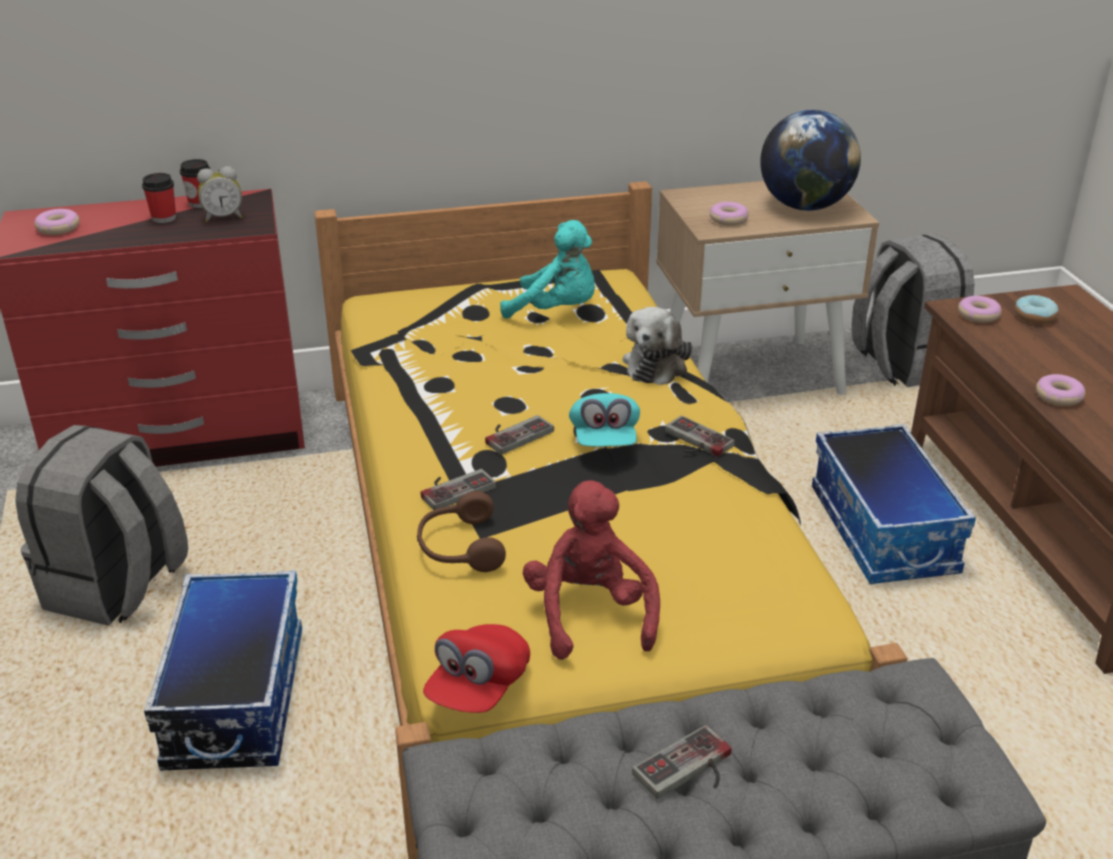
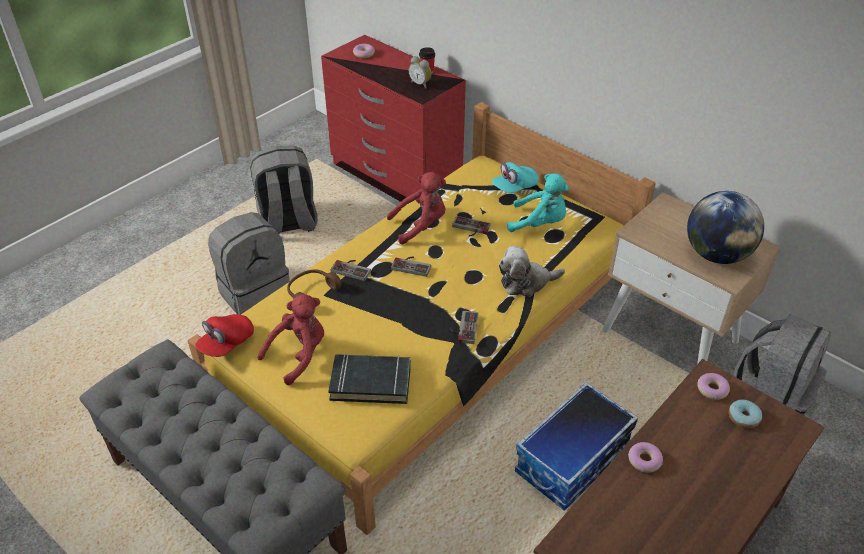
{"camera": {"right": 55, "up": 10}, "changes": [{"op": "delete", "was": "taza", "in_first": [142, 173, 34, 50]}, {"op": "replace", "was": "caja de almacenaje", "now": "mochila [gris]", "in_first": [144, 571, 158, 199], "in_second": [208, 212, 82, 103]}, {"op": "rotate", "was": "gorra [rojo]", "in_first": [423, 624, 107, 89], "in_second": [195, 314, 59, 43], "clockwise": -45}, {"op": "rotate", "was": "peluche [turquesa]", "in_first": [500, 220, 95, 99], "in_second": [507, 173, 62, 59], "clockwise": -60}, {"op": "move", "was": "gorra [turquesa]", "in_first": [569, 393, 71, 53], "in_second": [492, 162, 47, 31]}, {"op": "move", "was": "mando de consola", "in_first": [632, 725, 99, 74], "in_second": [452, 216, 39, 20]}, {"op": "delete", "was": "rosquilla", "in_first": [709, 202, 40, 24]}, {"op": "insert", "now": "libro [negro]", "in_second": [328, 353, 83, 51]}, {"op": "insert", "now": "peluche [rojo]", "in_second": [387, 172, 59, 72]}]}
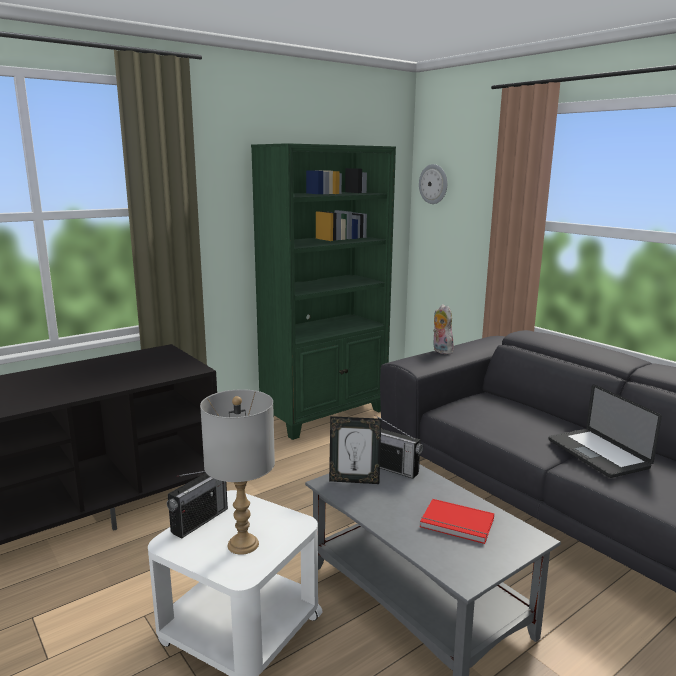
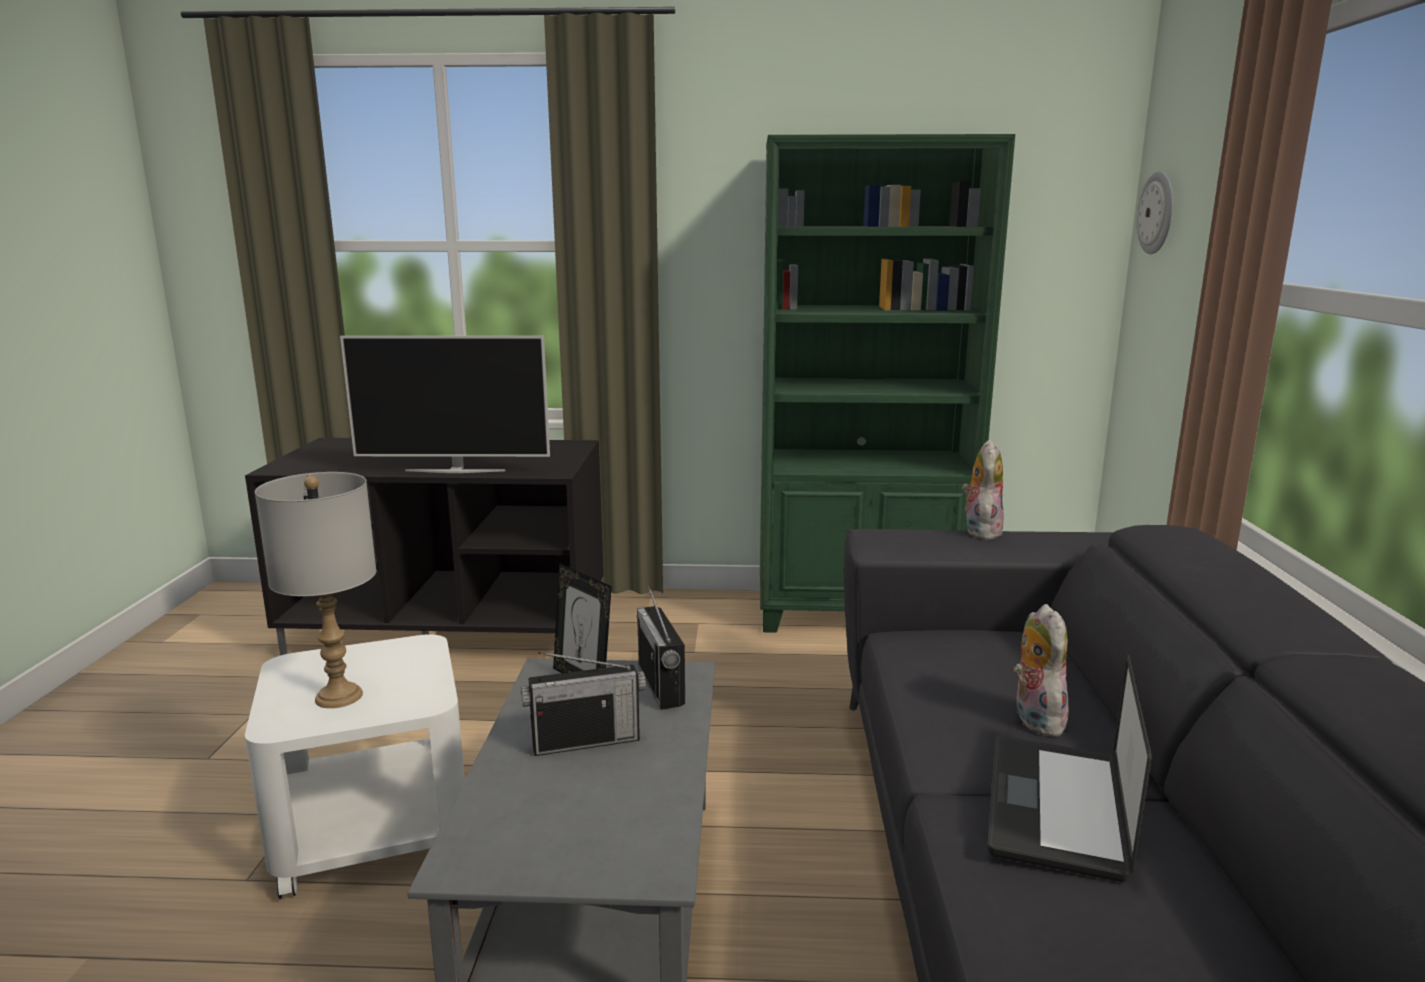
{"camera": {"right": 40, "up": 0}, "changes": [{"op": "move", "was": "radio", "in_first": [167, 471, 61, 68], "in_second": [521, 652, 125, 104]}, {"op": "delete", "was": "libro [rojo]", "in_first": [420, 499, 74, 45]}, {"op": "insert", "now": "televisor", "in_second": [340, 336, 210, 137]}, {"op": "insert", "now": "peluche", "in_second": [1014, 604, 55, 133]}]}
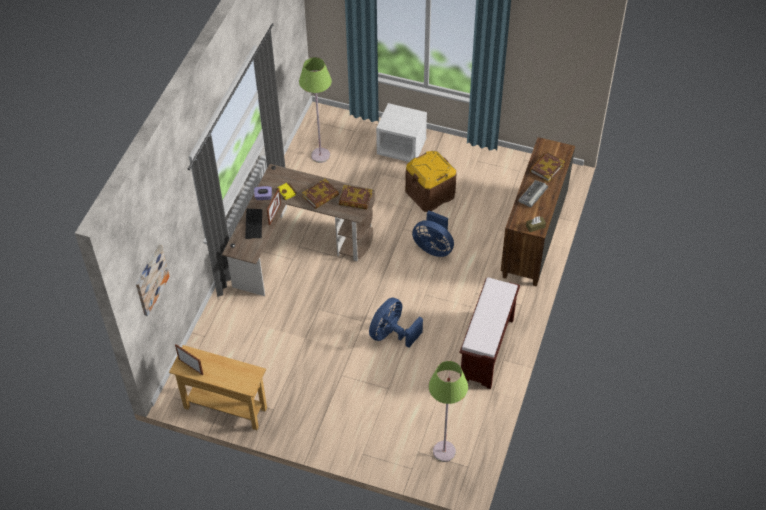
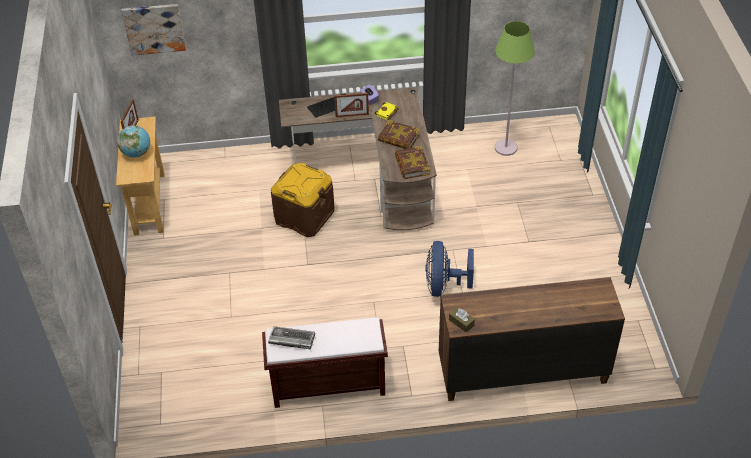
{"camera": {"right": 65, "up": -5}, "changes": [{"op": "delete", "was": "ventilador [azul]", "in_first": [369, 298, 54, 50]}, {"op": "delete", "was": "mesita de noche [blanco]", "in_first": [376, 103, 51, 59]}, {"op": "move", "was": "caja de almacenaje [marrón]", "in_first": [405, 151, 52, 61], "in_second": [271, 163, 64, 74]}, {"op": "delete", "was": "lámpara de pie [verde]", "in_first": [428, 361, 40, 101]}, {"op": "move", "was": "teclado", "in_first": [518, 180, 30, 27], "in_second": [268, 326, 47, 23]}, {"op": "delete", "was": "libro", "in_first": [529, 152, 36, 31]}, {"op": "insert", "now": "globo terráqueo", "in_second": [117, 125, 33, 33]}]}
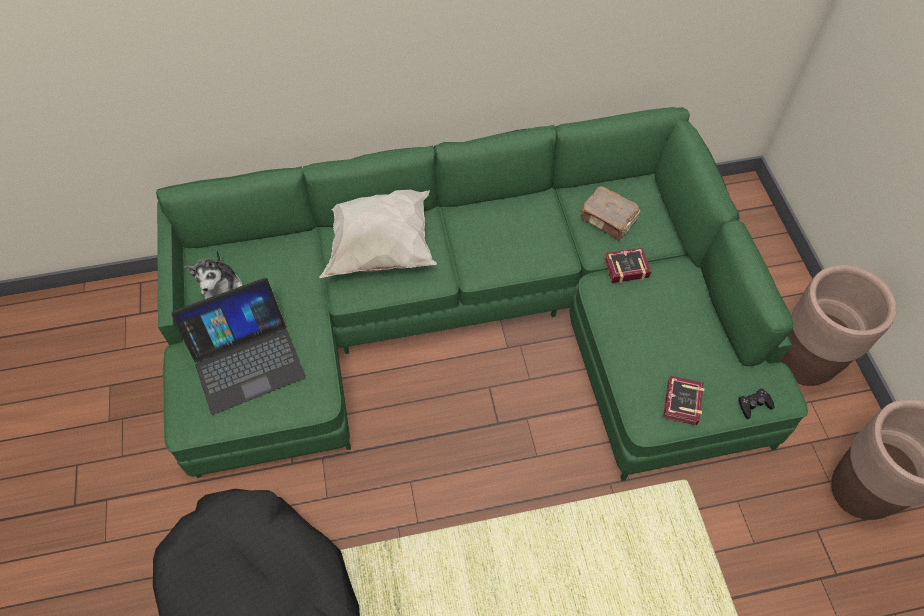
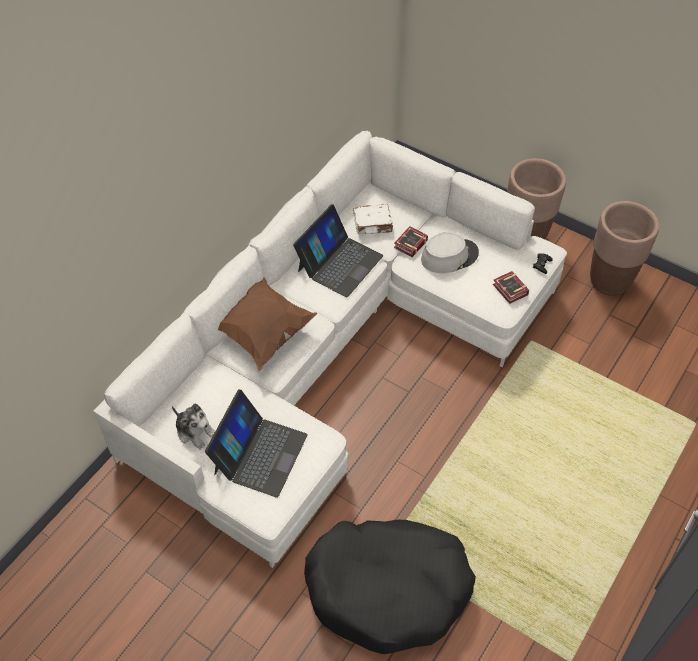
{"camera": {"right": -45, "up": -5}, "changes": [{"op": "recolor", "was": "sofá [verde]", "now": "sofá [blanco]", "in_first": [156, 107, 652, 374], "in_second": [93, 131, 474, 437]}, {"op": "recolor", "was": "cojín [blanco]", "now": "cojín [marrón]", "in_first": [320, 190, 117, 88], "in_second": [218, 278, 100, 93]}, {"op": "recolor", "was": "libro [marrón]", "now": "libro [blanco]", "in_first": [580, 186, 60, 55], "in_second": [353, 204, 41, 31]}, {"op": "insert", "now": "portátil", "in_second": [293, 204, 90, 93]}, {"op": "insert", "now": "sombrero [gris]", "in_second": [421, 232, 58, 41]}]}
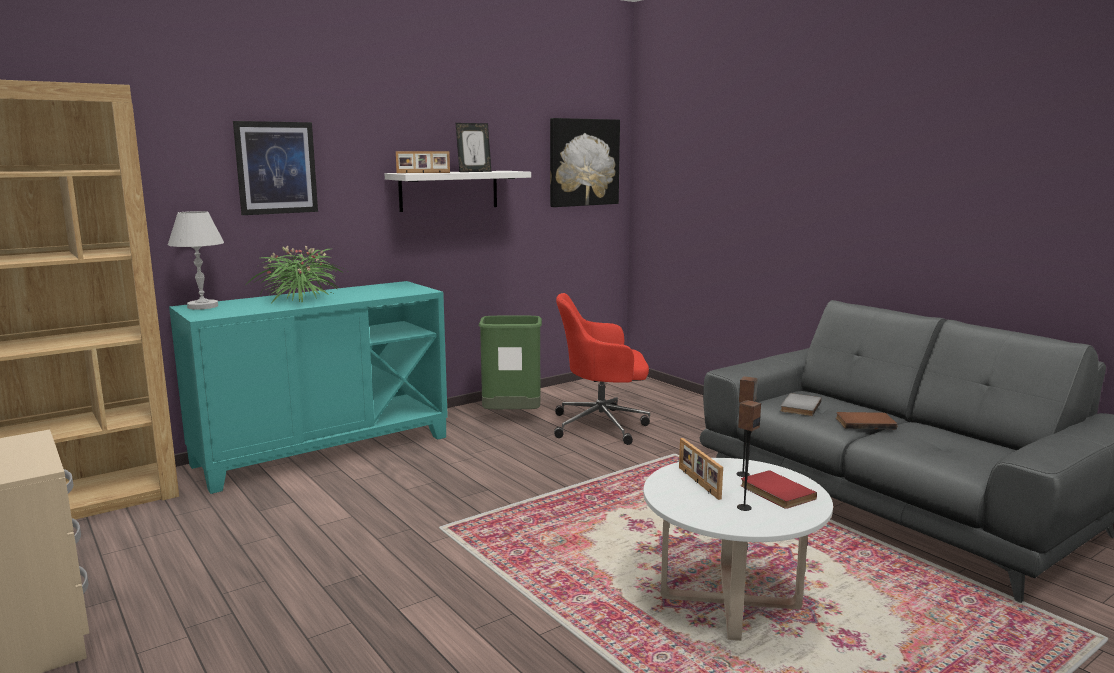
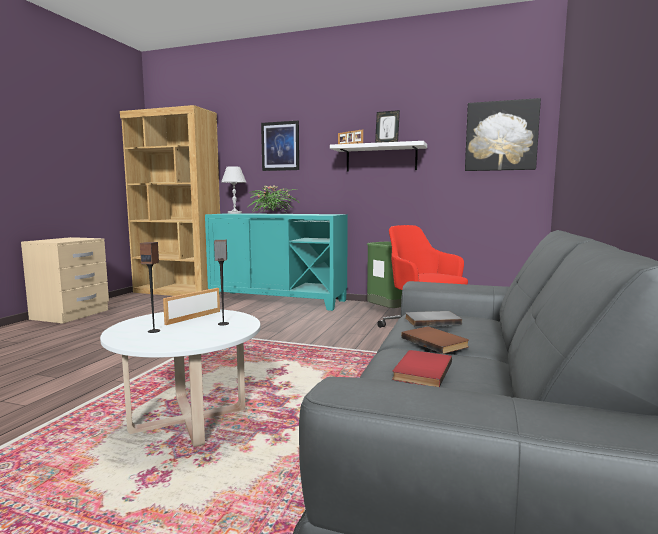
{"camera": {"right": 55, "up": -5}, "changes": [{"op": "move", "was": "libro [rojo]", "in_first": [741, 470, 76, 39], "in_second": [392, 350, 60, 37]}]}
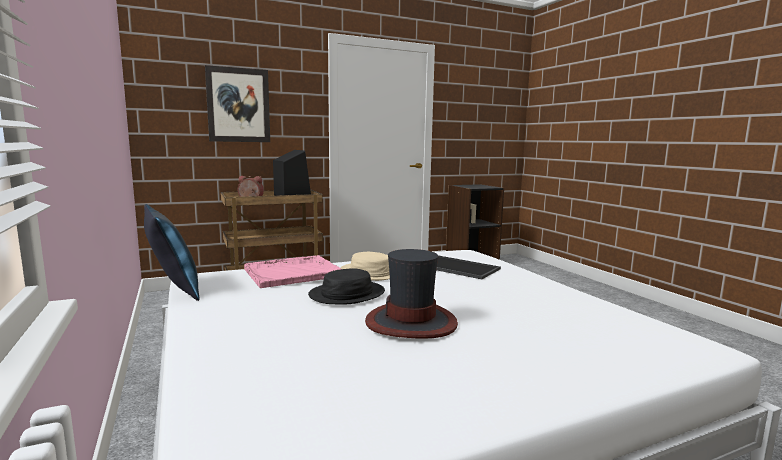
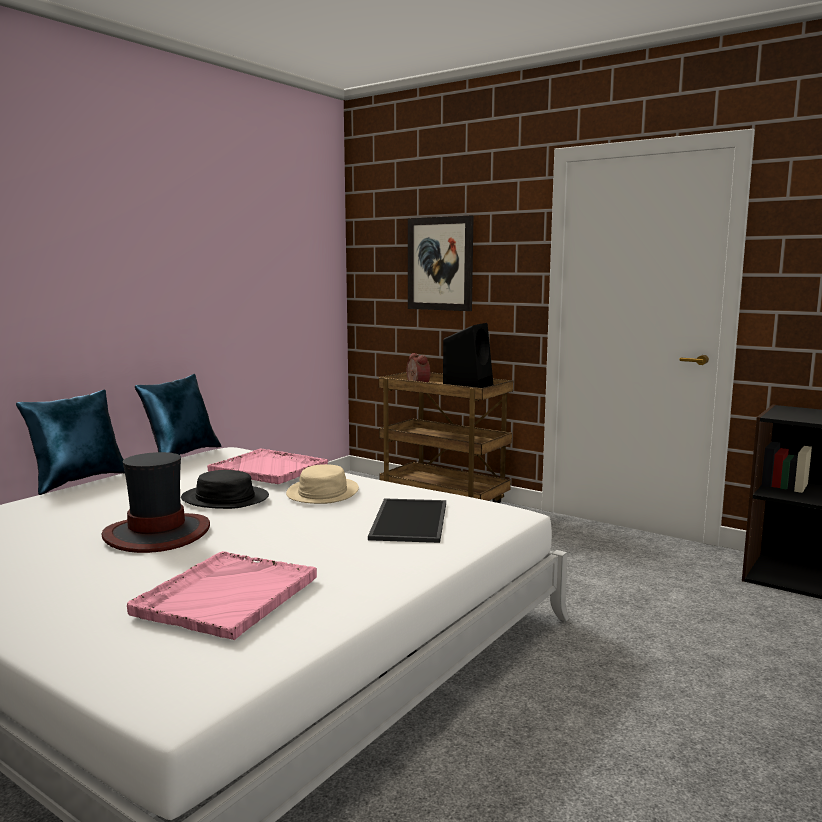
{"camera": {"right": 60, "up": 0}, "changes": [{"op": "insert", "now": "cojín [azul]", "in_second": [16, 390, 109, 105]}, {"op": "insert", "now": "bandeja [rosa]", "in_second": [127, 551, 190, 89]}]}
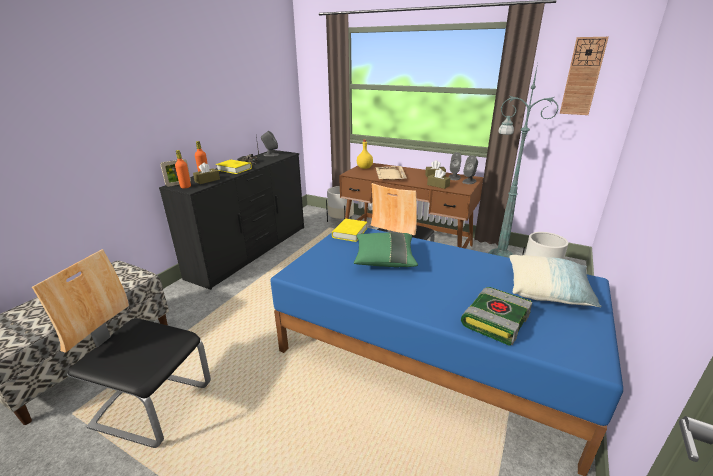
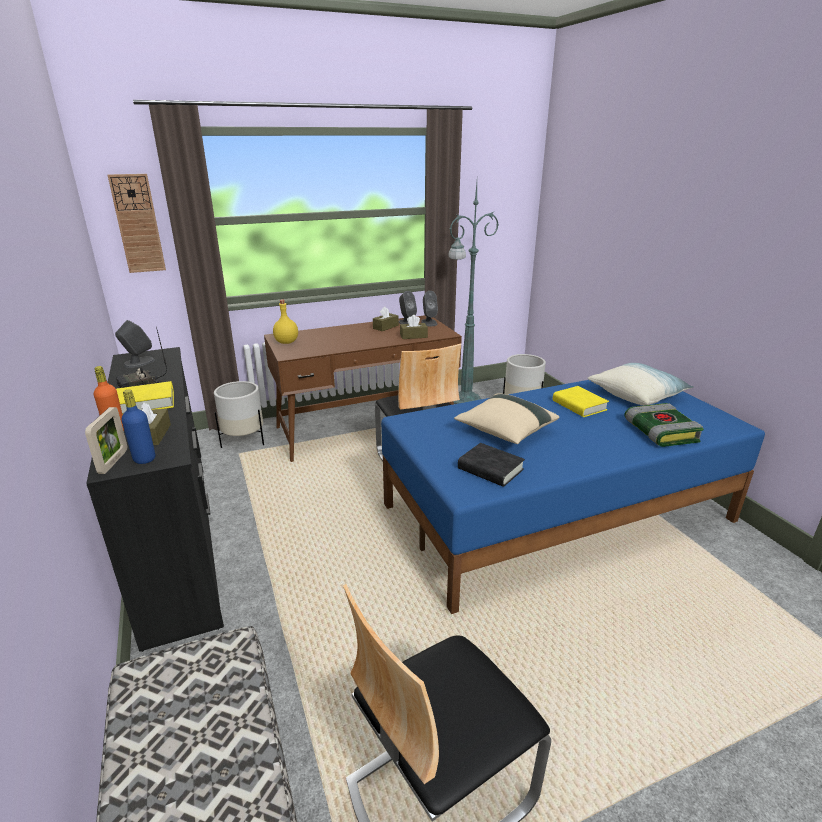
{"camera": {"right": -50, "up": 0}, "changes": [{"op": "recolor", "was": "botella [naranja]", "now": "botella [azul]", "in_first": [175, 150, 16, 38], "in_second": [121, 390, 34, 74]}, {"op": "move", "was": "libro [amarillo]", "in_first": [332, 219, 35, 23], "in_second": [553, 386, 56, 31]}, {"op": "recolor", "was": "cojín [verde]", "now": "cojín [beis]", "in_first": [354, 232, 64, 35], "in_second": [454, 393, 105, 51]}, {"op": "delete", "was": "bandeja [beis]", "in_first": [375, 166, 32, 14]}, {"op": "move", "was": "reloj de pared", "in_first": [560, 37, 49, 78], "in_second": [108, 174, 58, 99]}, {"op": "insert", "now": "libro [negro]", "in_second": [458, 443, 67, 44]}]}
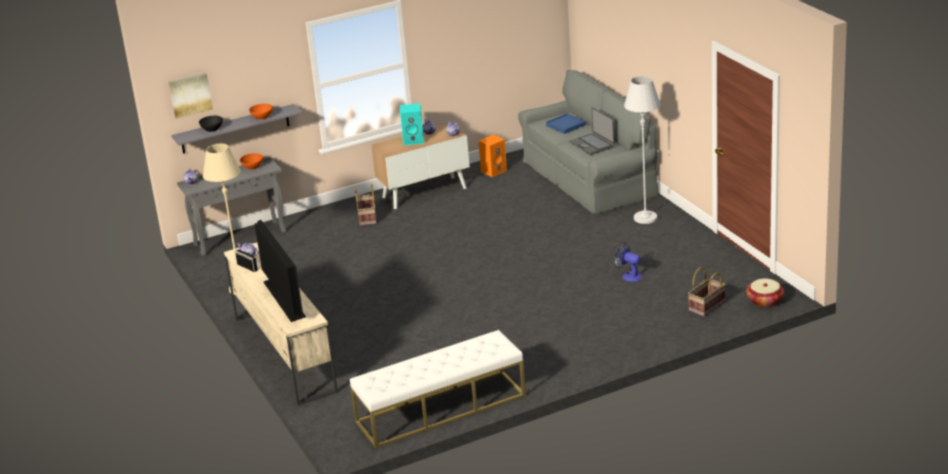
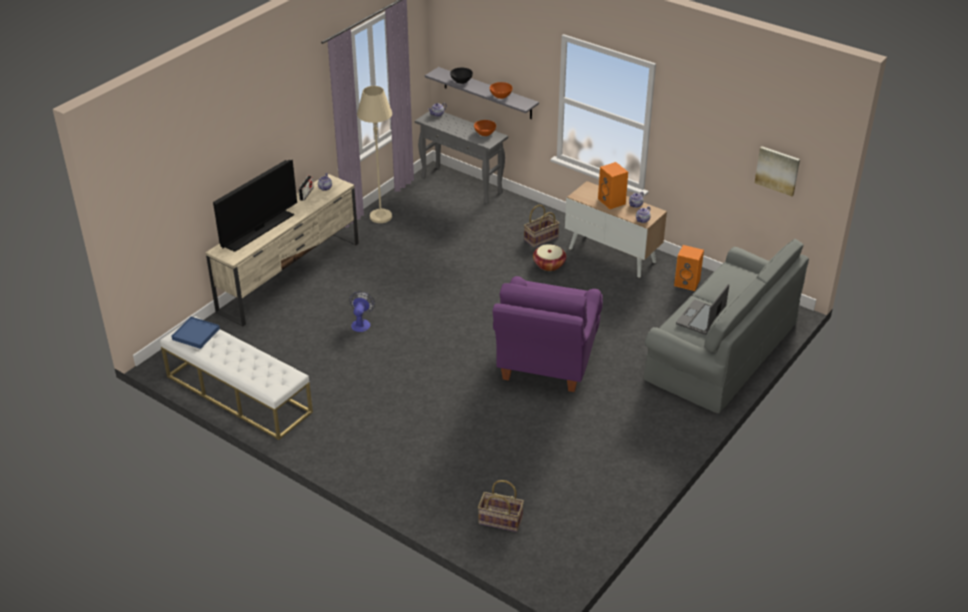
{"camera": {"right": 60, "up": 10}, "changes": [{"op": "move", "was": "cuadro", "in_first": [169, 73, 44, 46], "in_second": [755, 146, 45, 50]}, {"op": "recolor", "was": "altavoz [turquesa]", "now": "altavoz [naranja]", "in_first": [400, 103, 24, 42], "in_second": [598, 162, 30, 47]}, {"op": "move", "was": "bandeja [azul]", "in_first": [546, 114, 40, 20], "in_second": [172, 317, 48, 32]}, {"op": "move", "was": "ventilador", "in_first": [614, 242, 28, 40], "in_second": [350, 291, 25, 41]}, {"op": "delete", "was": "lámpara de pie [blanco]", "in_first": [624, 76, 37, 148]}, {"op": "move", "was": "cesta", "in_first": [746, 278, 38, 29], "in_second": [533, 244, 33, 27]}, {"op": "insert", "now": "sillón [morado]", "in_second": [493, 276, 110, 116]}]}
